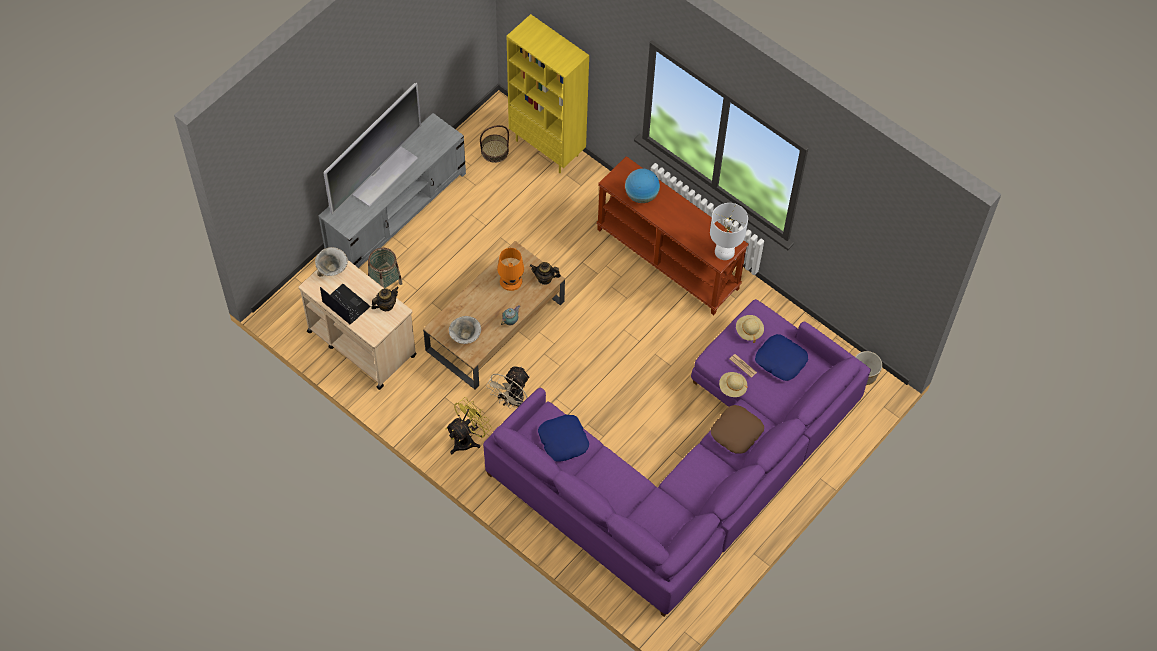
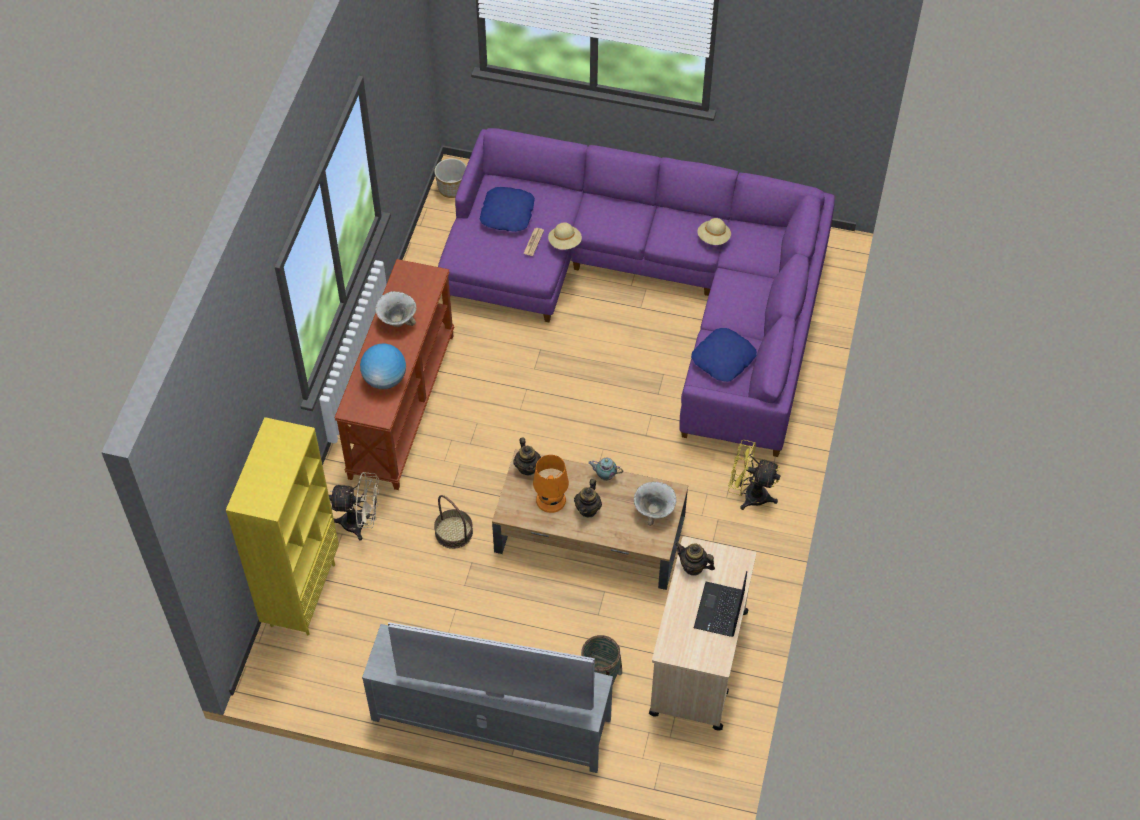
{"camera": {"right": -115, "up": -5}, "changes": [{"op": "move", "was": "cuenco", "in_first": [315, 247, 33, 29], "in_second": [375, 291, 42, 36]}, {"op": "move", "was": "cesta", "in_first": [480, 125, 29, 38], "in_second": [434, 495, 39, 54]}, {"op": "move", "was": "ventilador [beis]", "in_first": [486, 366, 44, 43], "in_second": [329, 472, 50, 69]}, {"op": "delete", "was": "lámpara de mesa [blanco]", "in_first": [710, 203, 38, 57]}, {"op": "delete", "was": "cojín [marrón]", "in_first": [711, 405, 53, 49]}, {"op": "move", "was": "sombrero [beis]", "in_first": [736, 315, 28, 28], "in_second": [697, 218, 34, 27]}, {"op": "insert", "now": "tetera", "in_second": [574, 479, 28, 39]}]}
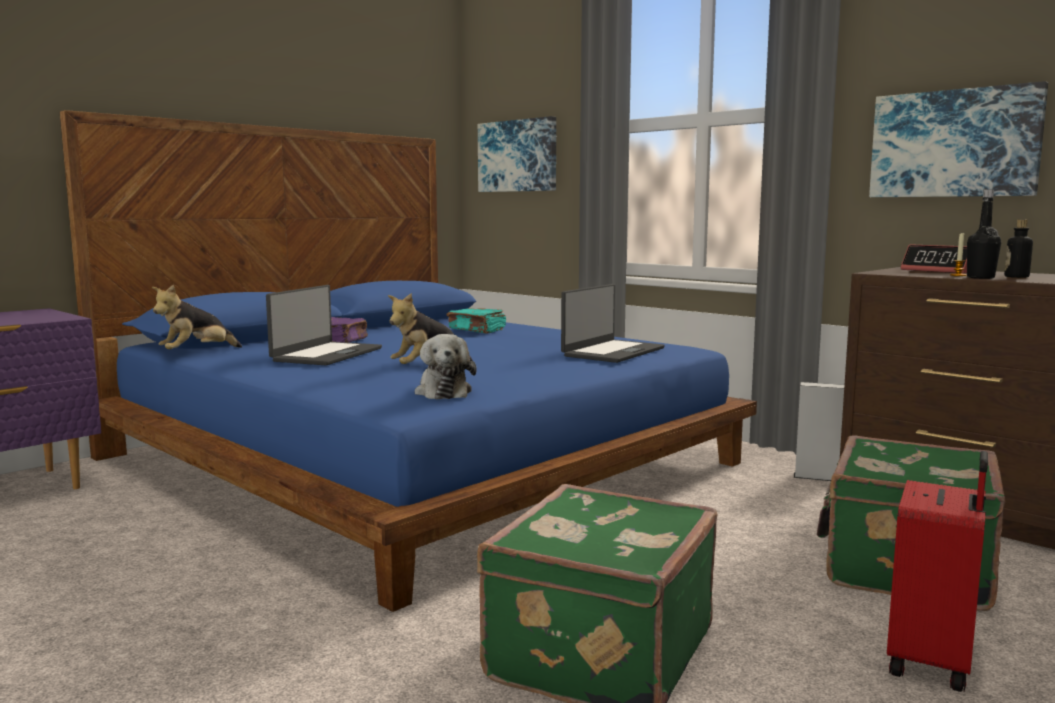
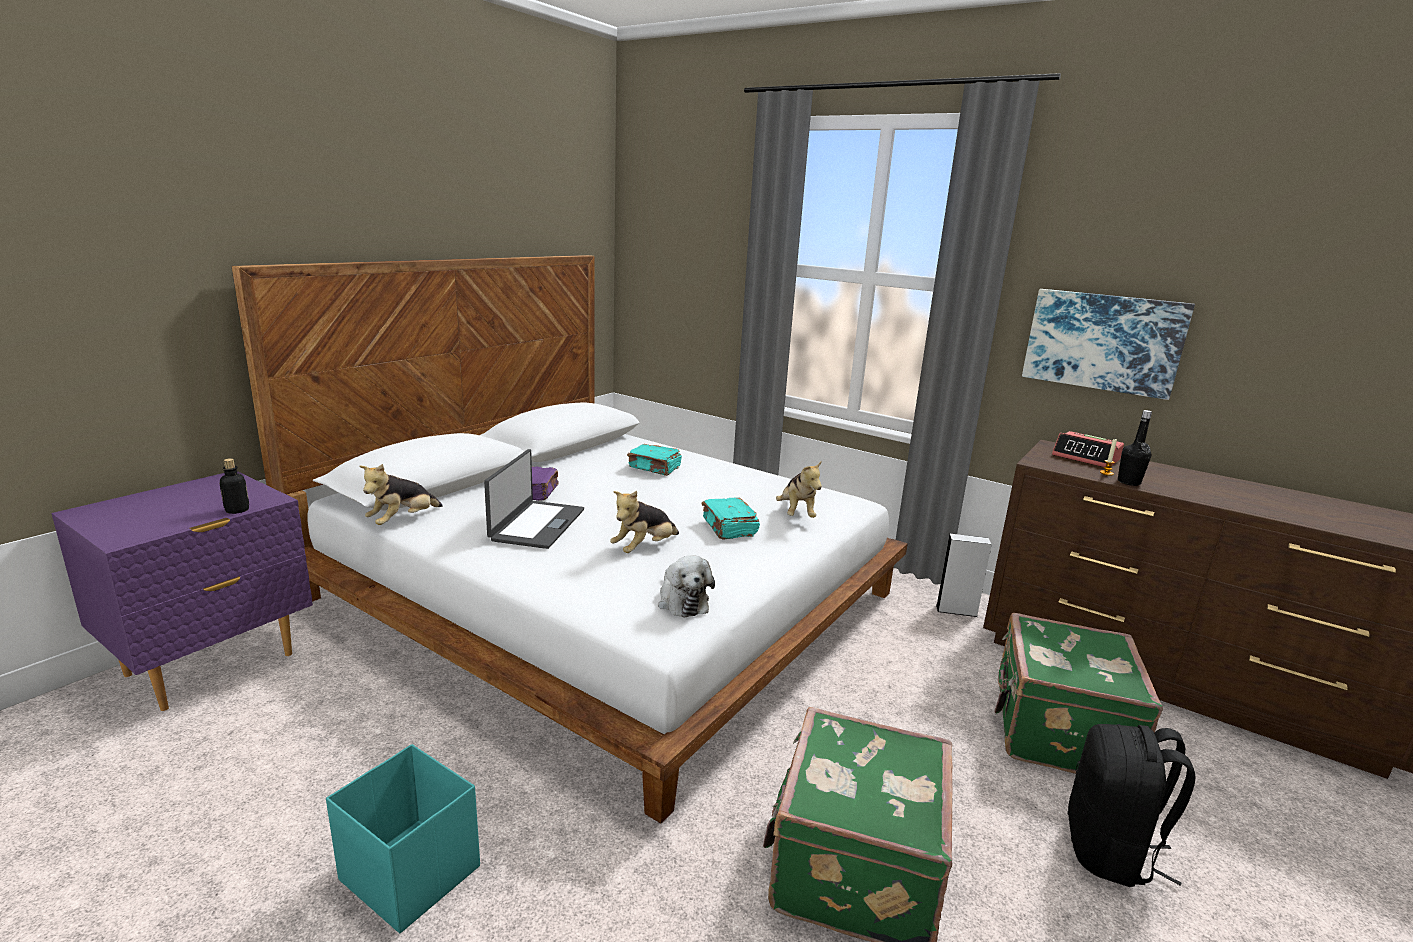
{"camera": {"right": -10, "up": 10}, "changes": [{"op": "recolor", "was": "cama [azul]", "now": "cama [blanco]", "in_first": [60, 110, 697, 502], "in_second": [232, 255, 676, 569]}, {"op": "delete", "was": "cuadro", "in_first": [478, 116, 78, 76]}, {"op": "replace", "was": "portátil", "now": "peluche", "in_first": [561, 284, 104, 79], "in_second": [776, 460, 46, 58]}, {"op": "replace", "was": "maleta [rojo]", "now": "mochila [negro]", "in_first": [887, 451, 101, 241], "in_second": [1067, 724, 129, 163]}, {"op": "move", "was": "botella", "in_first": [1004, 219, 29, 59], "in_second": [220, 458, 29, 56]}, {"op": "insert", "now": "caja de almacenaje [turquesa]", "in_second": [326, 744, 154, 189]}, {"op": "insert", "now": "libro [turquesa]", "in_second": [702, 497, 58, 43]}]}
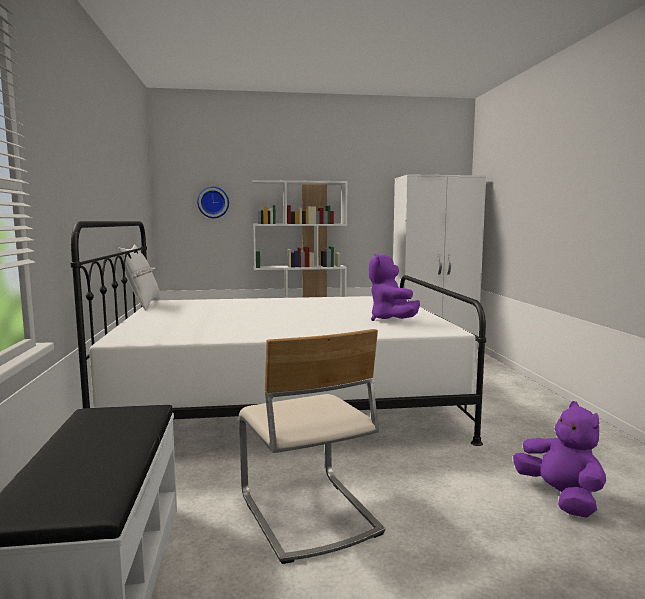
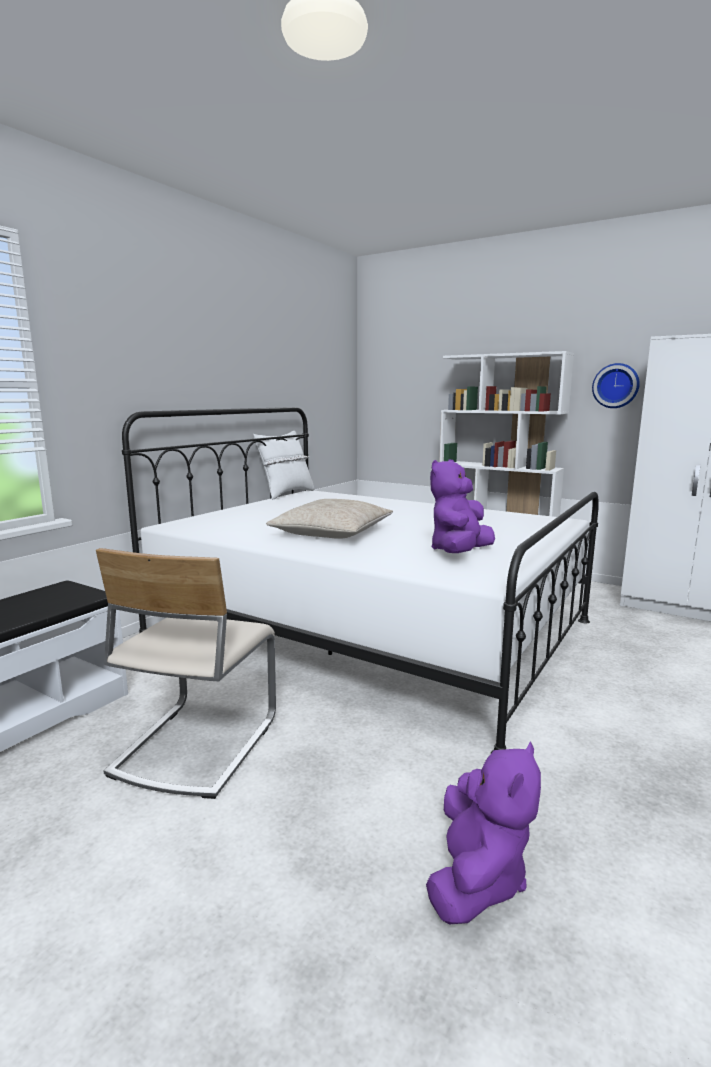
{"camera": {"right": 40, "up": 5}, "changes": [{"op": "move", "was": "reloj de pared", "in_first": [197, 187, 32, 31], "in_second": [592, 363, 48, 45]}, {"op": "insert", "now": "cojín [beis]", "in_second": [266, 499, 127, 40]}]}
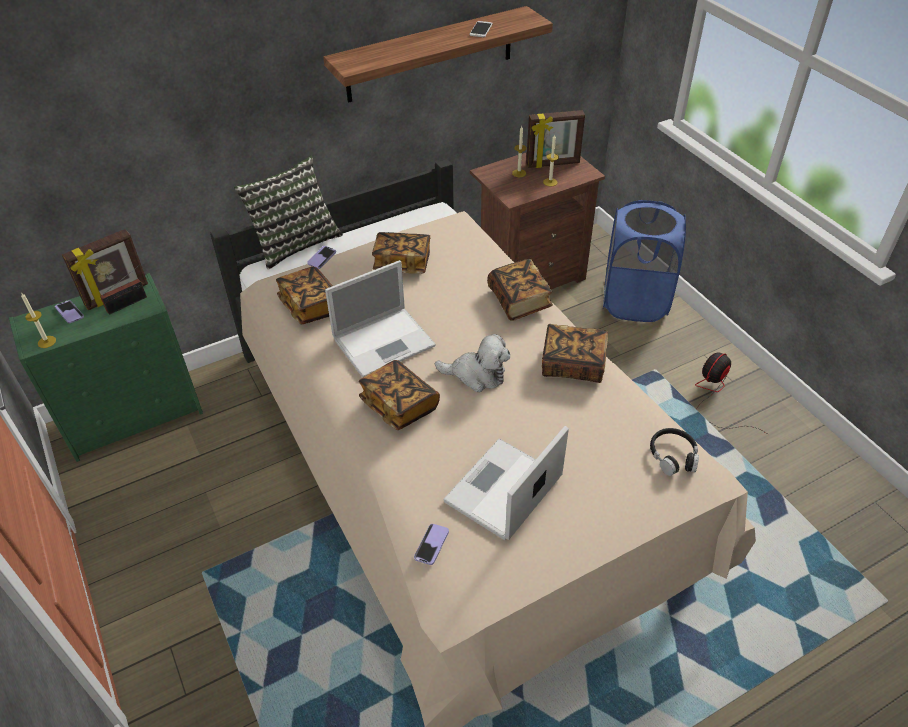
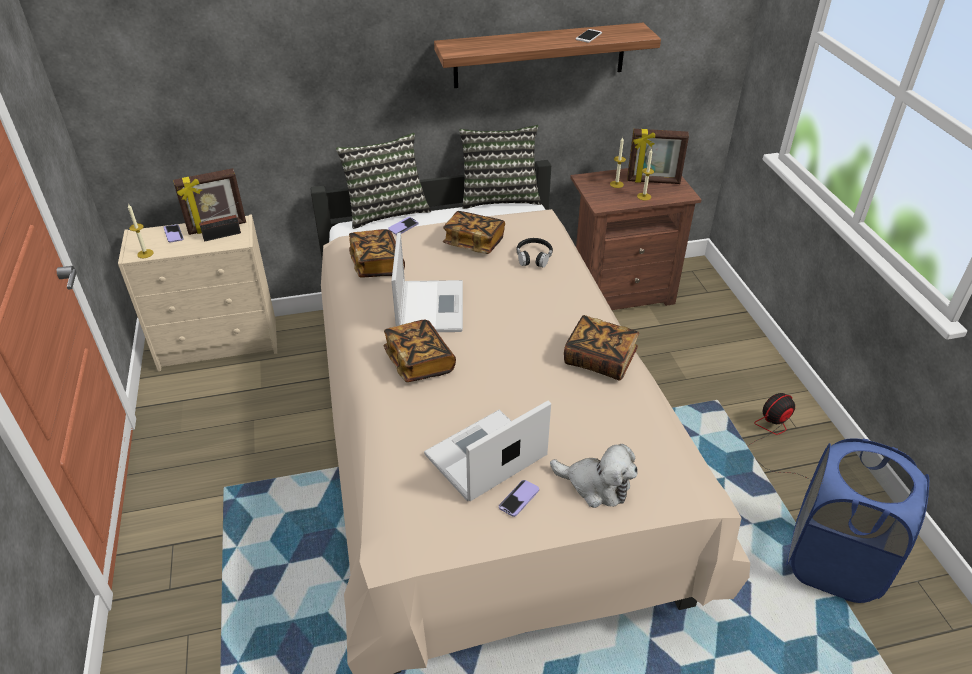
{"camera": {"right": 15, "up": -5}, "changes": [{"op": "recolor", "was": "cómoda [verde]", "now": "cómoda [beis]", "in_first": [9, 273, 194, 189], "in_second": [118, 214, 159, 157]}, {"op": "rotate", "was": "portátil", "in_first": [325, 260, 111, 118], "in_second": [391, 232, 72, 100], "clockwise": -75}, {"op": "move", "was": "móvil", "in_first": [414, 524, 35, 41], "in_second": [499, 480, 40, 37]}, {"op": "move", "was": "peluche", "in_first": [435, 334, 75, 58], "in_second": [550, 444, 88, 64]}, {"op": "delete", "was": "libro", "in_first": [487, 259, 66, 62]}, {"op": "move", "was": "cesto de la ropa [azul]", "in_first": [603, 200, 83, 122], "in_second": [786, 438, 143, 165]}, {"op": "move", "was": "auriculares [negro]", "in_first": [650, 428, 49, 48], "in_second": [517, 238, 36, 30]}, {"op": "insert", "now": "cojín", "in_second": [459, 125, 83, 84]}]}
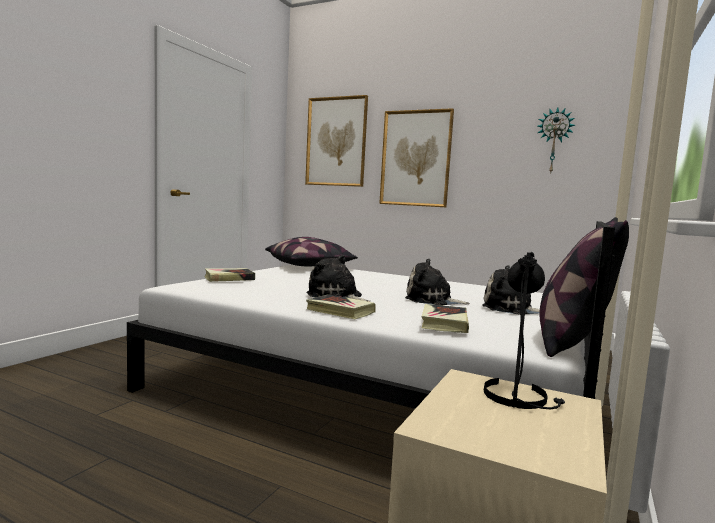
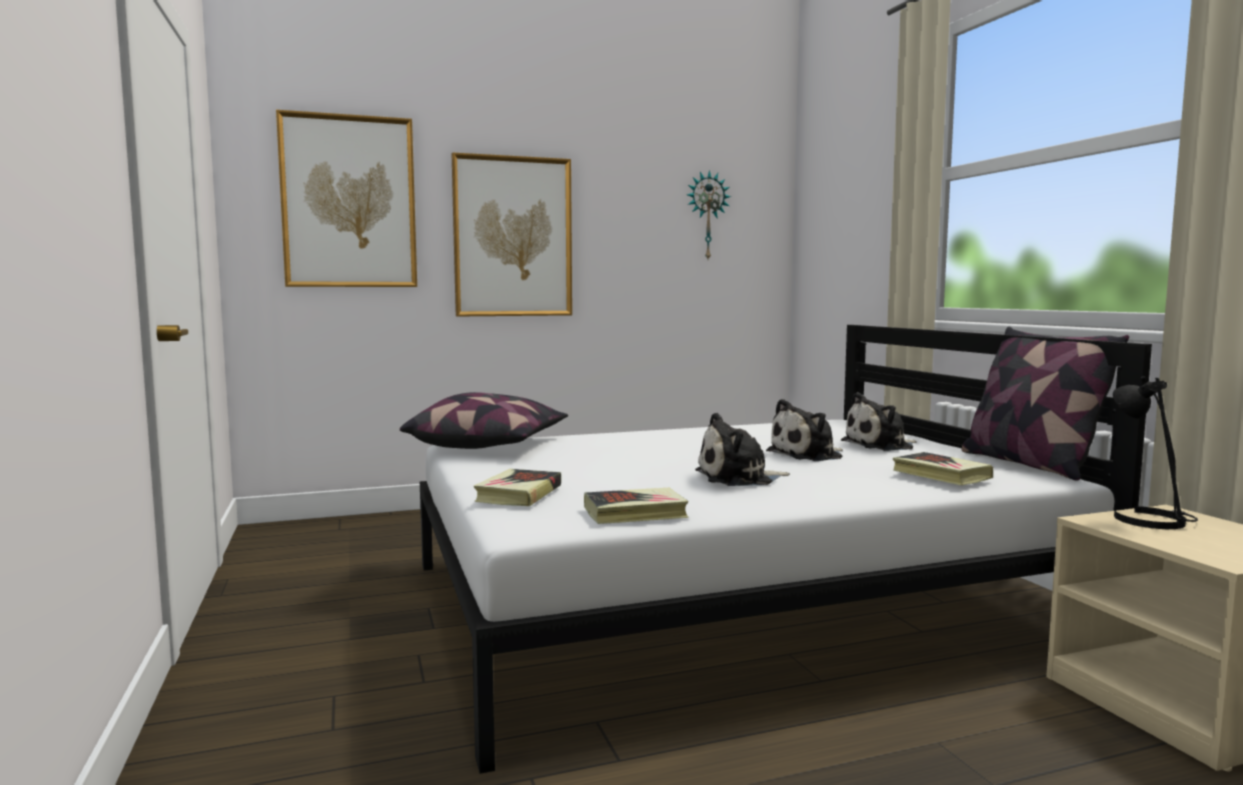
{"camera": {"right": -45, "up": 0}, "changes": [{"op": "move", "was": "libro", "in_first": [306, 294, 70, 25], "in_second": [584, 488, 105, 36]}]}
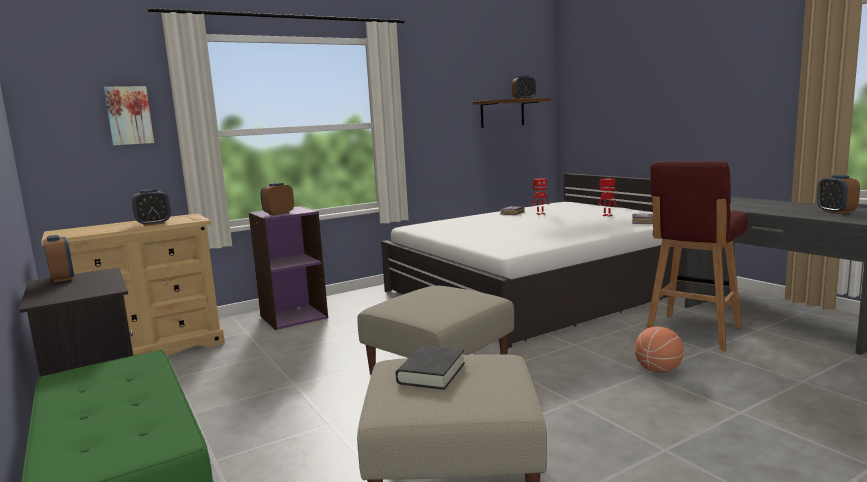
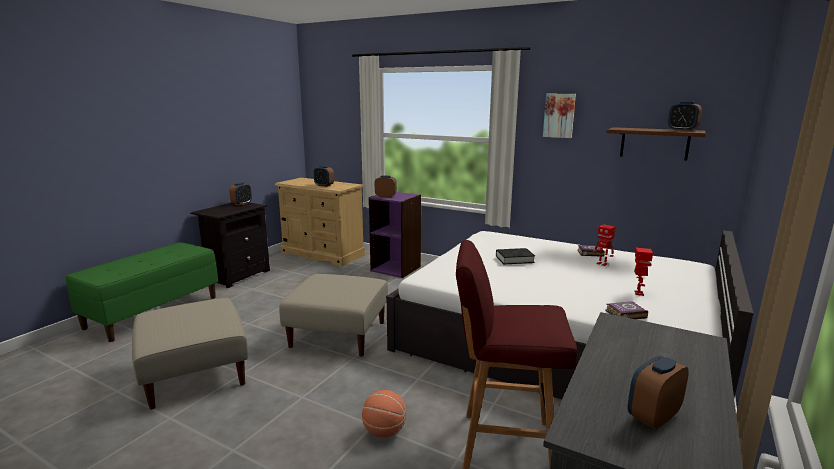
{"camera": {"right": 60, "up": 5}, "changes": [{"op": "move", "was": "cuadro", "in_first": [104, 86, 50, 59], "in_second": [543, 94, 33, 44]}, {"op": "move", "was": "libro [negro]", "in_first": [396, 346, 69, 44], "in_second": [496, 248, 39, 16]}]}
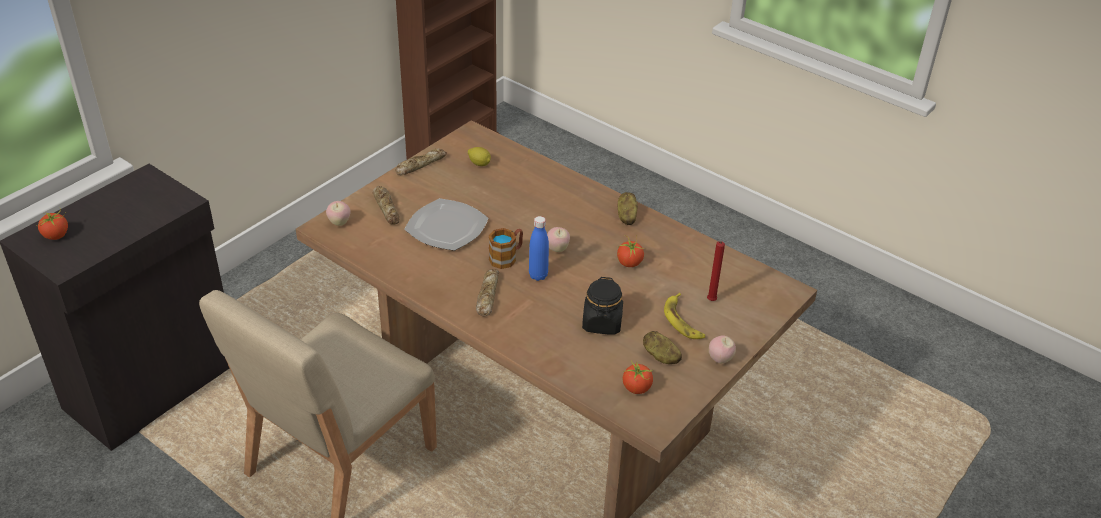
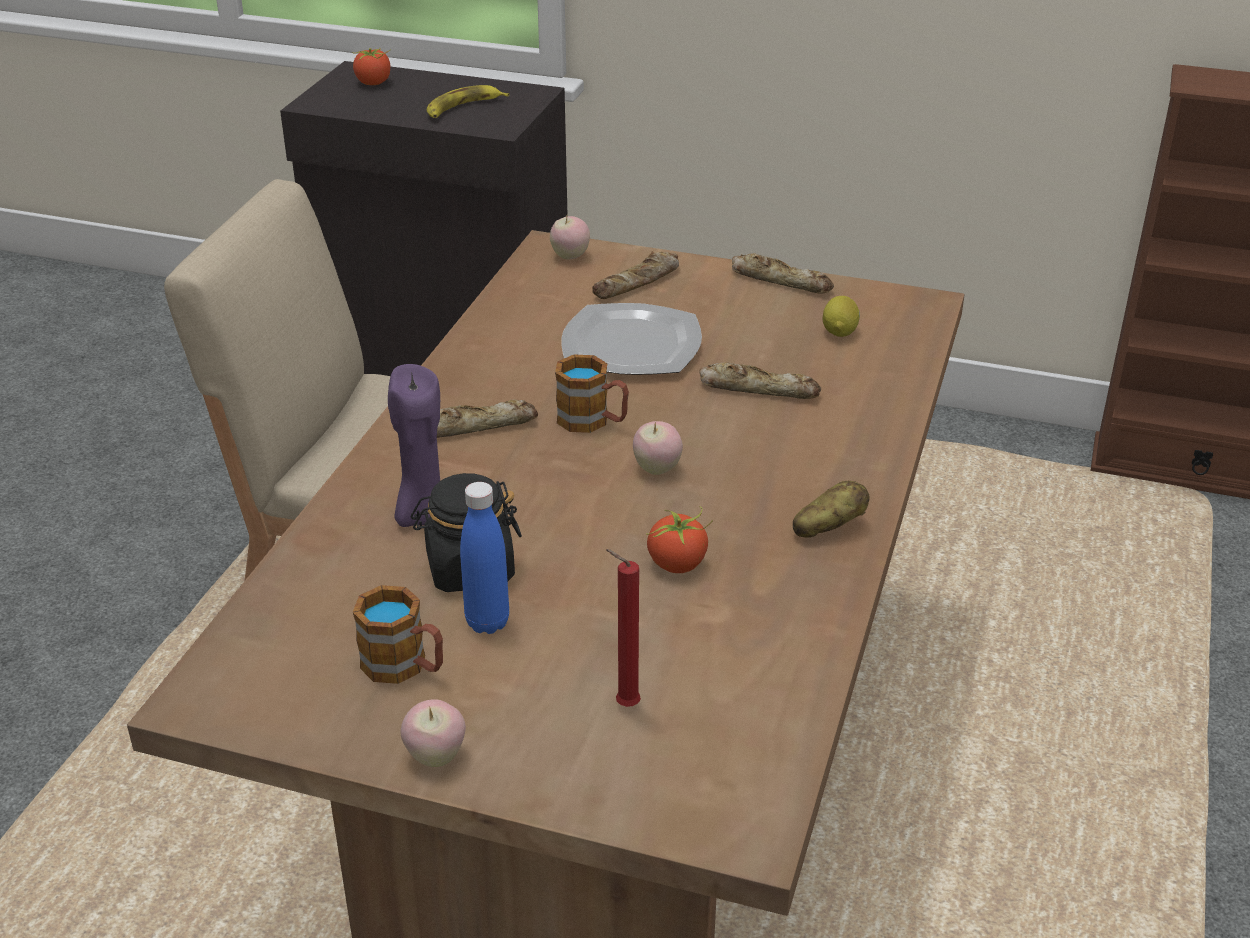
{"camera": {"right": 70, "up": -5}, "changes": [{"op": "move", "was": "botella [azul]", "in_first": [529, 216, 20, 65], "in_second": [460, 482, 49, 152]}, {"op": "delete", "was": "tomate", "in_first": [623, 360, 30, 34]}, {"op": "replace", "was": "patata", "now": "taza grande", "in_first": [643, 331, 39, 33], "in_second": [353, 585, 90, 99]}, {"op": "move", "was": "plátano", "in_first": [664, 293, 41, 46], "in_second": [427, 85, 82, 33]}, {"op": "insert", "now": "vela [morado]", "in_second": [388, 364, 52, 163]}, {"op": "insert", "now": "pan", "in_second": [699, 362, 122, 37]}]}
